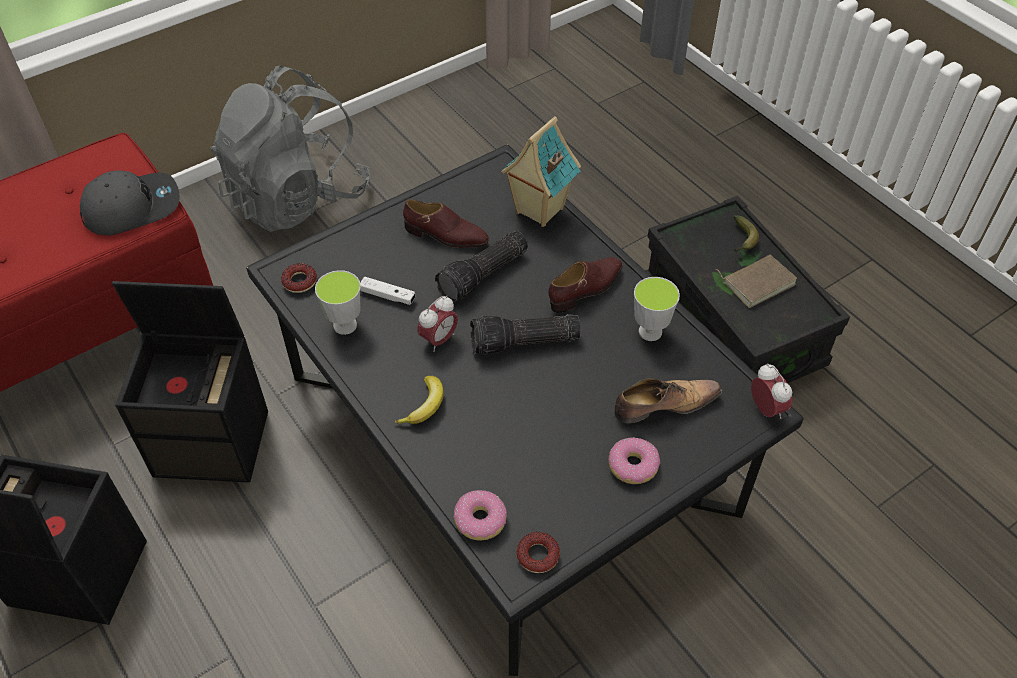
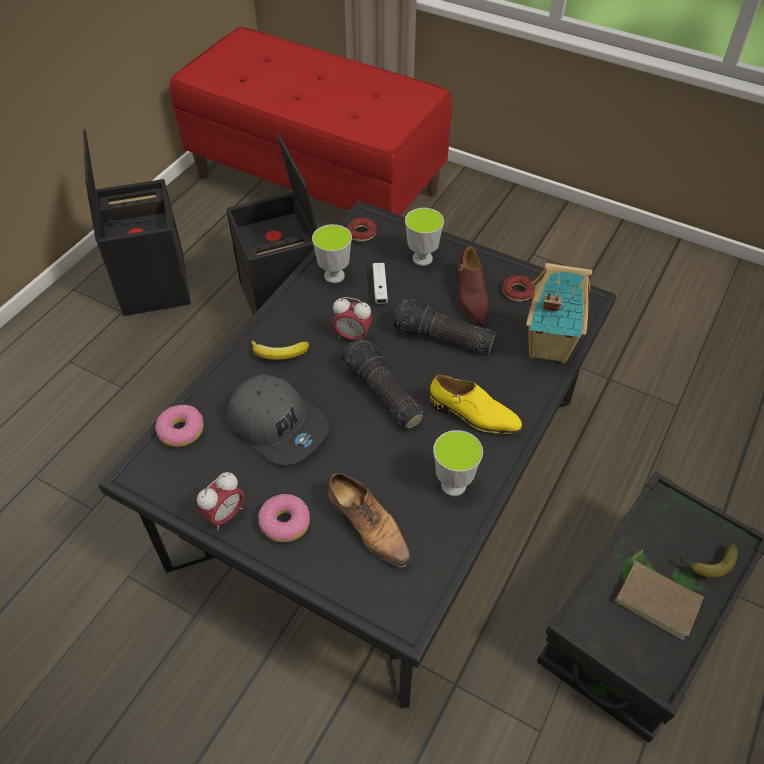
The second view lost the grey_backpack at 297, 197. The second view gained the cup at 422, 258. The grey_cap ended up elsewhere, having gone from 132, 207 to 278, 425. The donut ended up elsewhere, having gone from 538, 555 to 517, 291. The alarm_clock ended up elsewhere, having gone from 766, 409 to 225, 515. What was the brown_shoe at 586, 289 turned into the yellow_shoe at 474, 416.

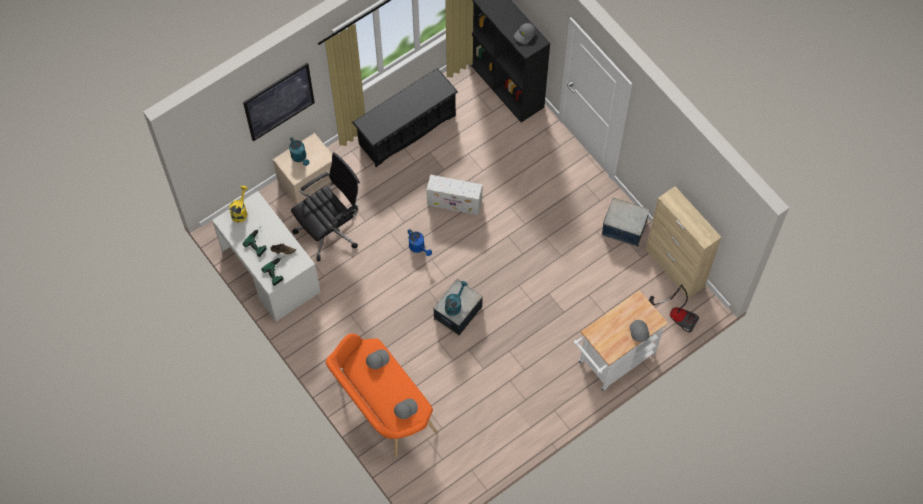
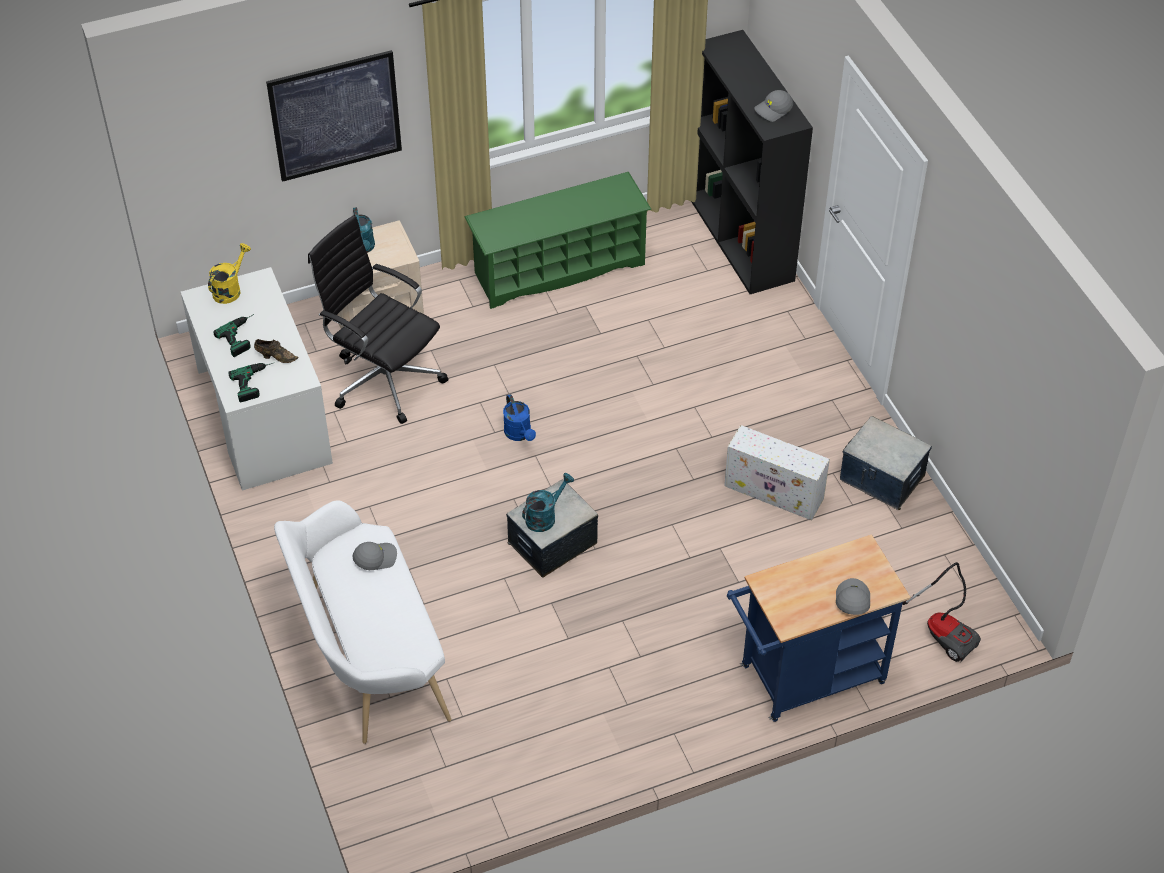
The second view lost the grey_cap at 405, 409. The second view lost the beige_cabinet at 675, 268. The white_storage_box ended up elsewhere, having gone from 455, 202 to 775, 492. What was the orange_bench at 381, 407 turned into the white_bench at 368, 659. What was the black_shoe_rack at 406, 130 turned into the green_shoe_rack at 558, 268. What was the white_cart at 613, 361 turned into the blue_cart at 804, 678. The black_office_chair at 330, 229 ended up facing another way, 120 degrees counterclockwise from before.

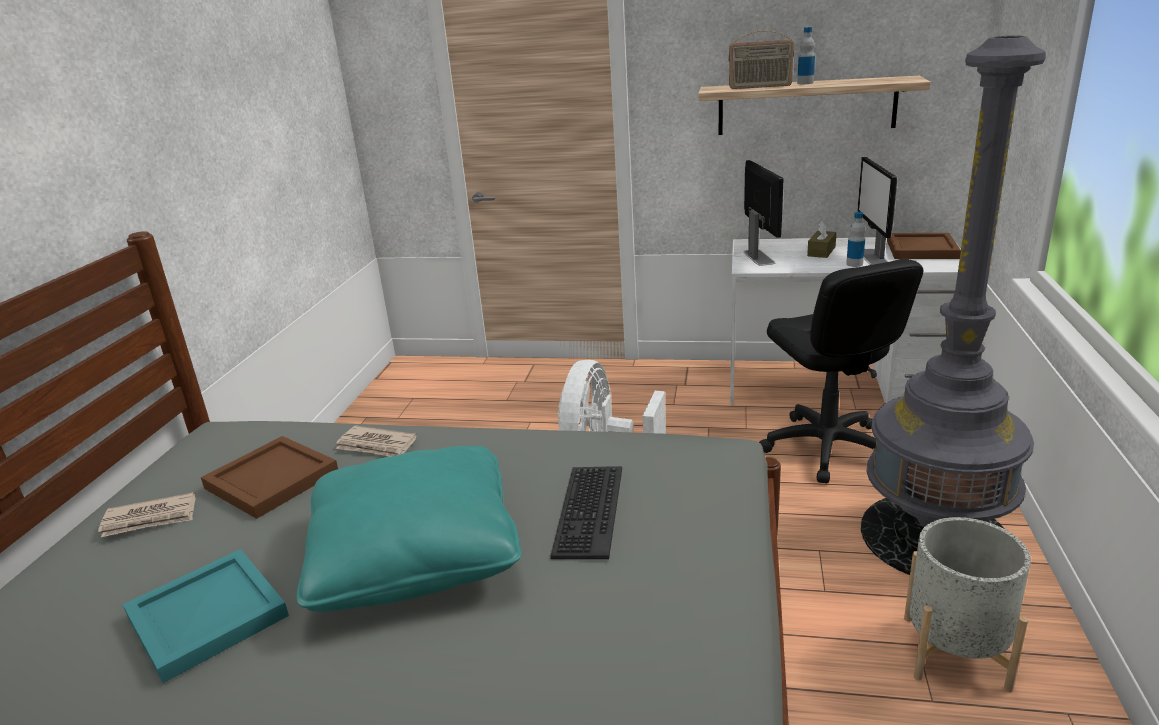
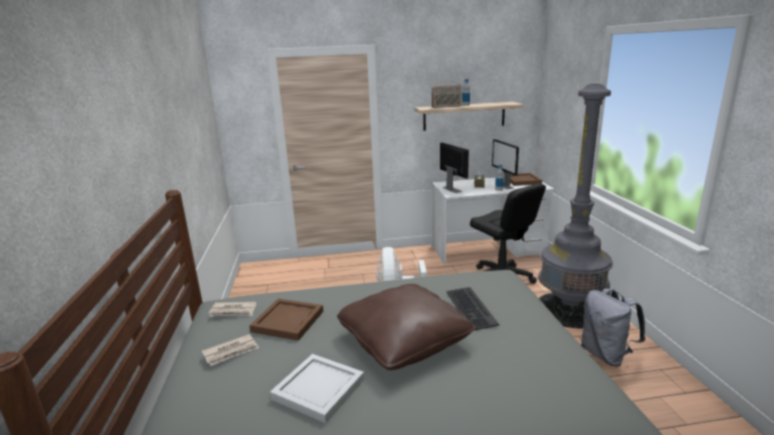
The newspaper ended up elsewhere, having gone from 377, 445 to 233, 311. Where the grey_planter stood at 955, 652, the grey_backpack came to stand at 606, 355. What was the turquoise_tray at 206, 618 turned into the white_tray at 319, 390. What was the turquoise_pillow at 416, 554 turned into the brown_pillow at 404, 340.

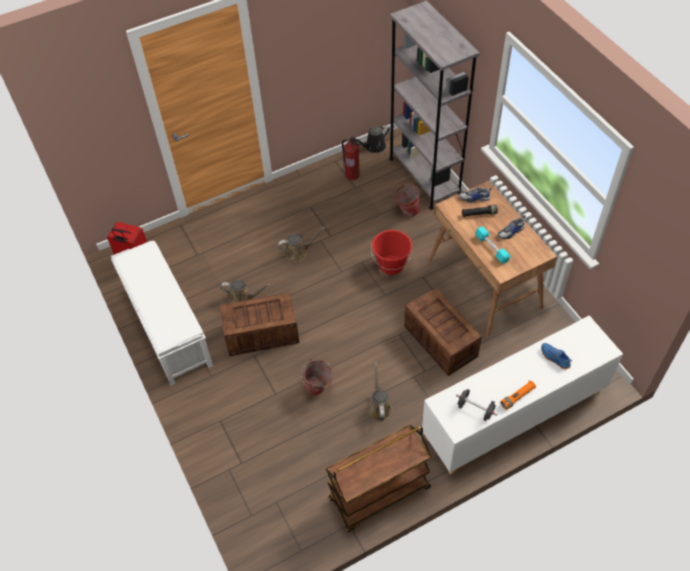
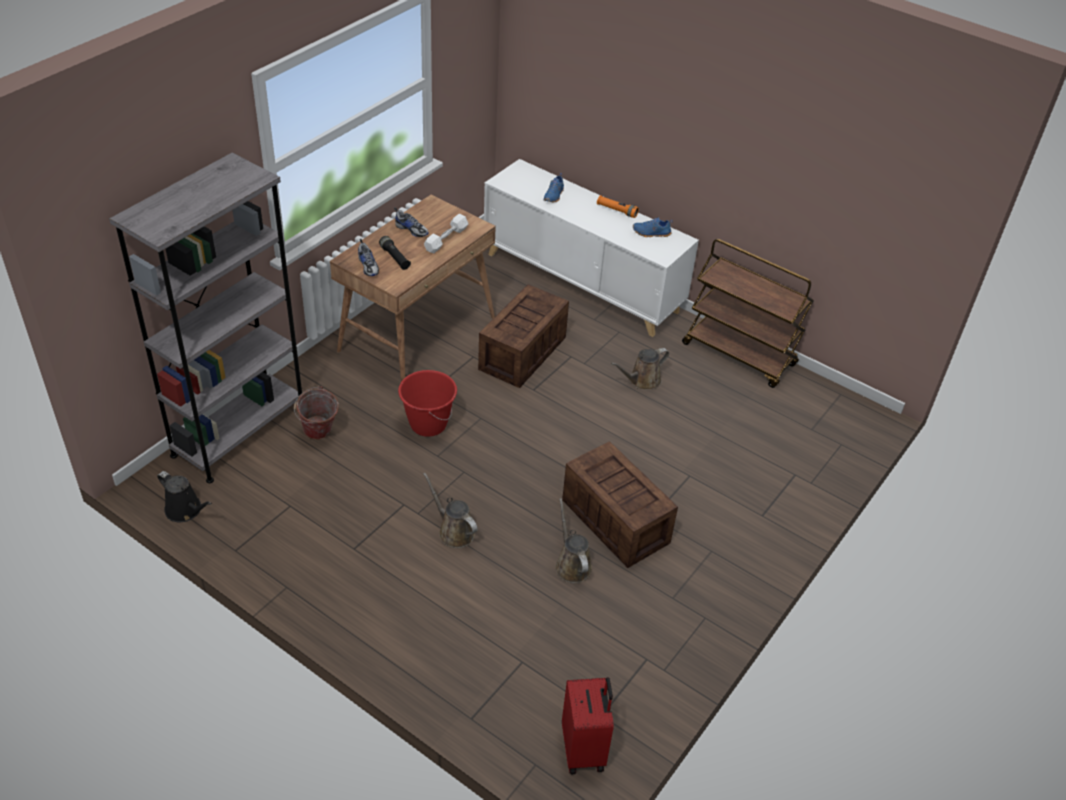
The second view lost the white_bench at 167, 326. The second view lost the bucket at 318, 389. The second view lost the fire_extinguisher at 352, 175. Where the black_dumbbell stood at 475, 409, the blue_shoe came to stand at 651, 233. What was the turquoise_dumbbell at 491, 248 turned into the white_dumbbell at 446, 239.

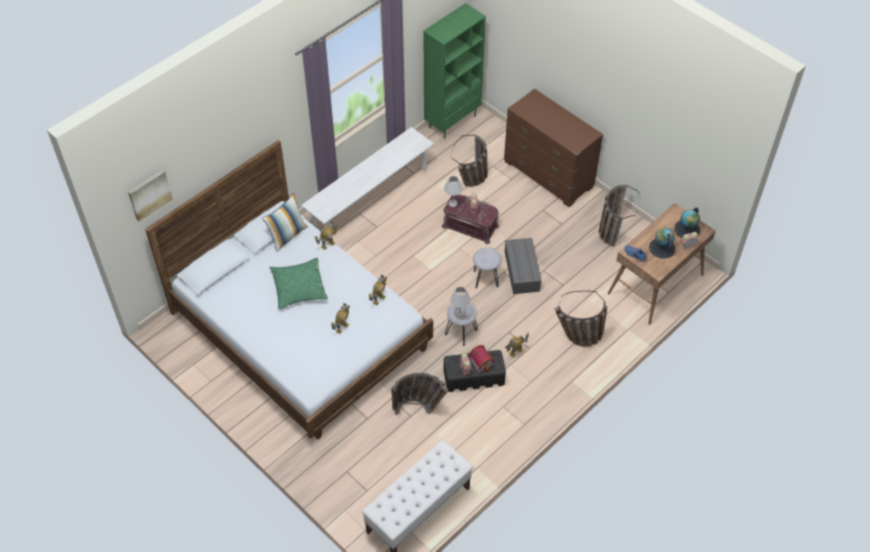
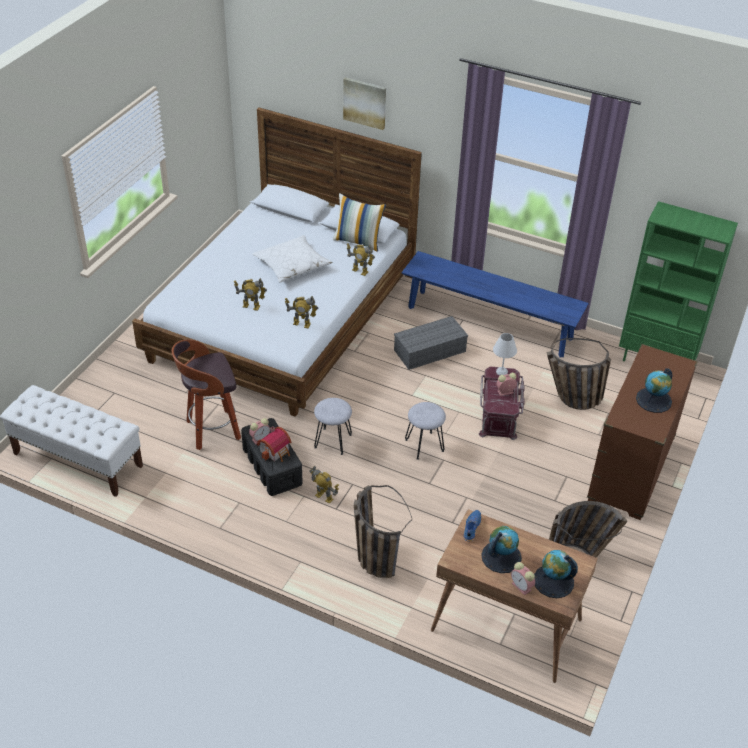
The second view lost the white_table_lamp at 459, 314. The second view gained the globe at 653, 400. The picture ended up elsewhere, having gone from 149, 194 to 365, 102. The grey_storage_box ended up elsewhere, having gone from 522, 272 to 429, 351. Where the basket stood at 420, 409, the stool came to stand at 211, 431. What was the green_pillow at 299, 287 turned into the white_pillow at 292, 265. What was the white_bench at 370, 198 turned into the blue_bench at 489, 323.

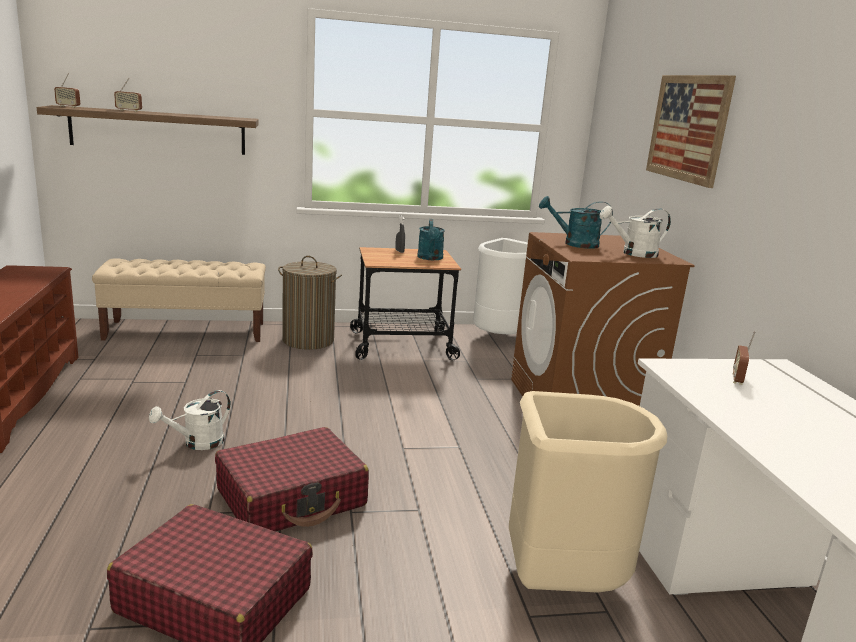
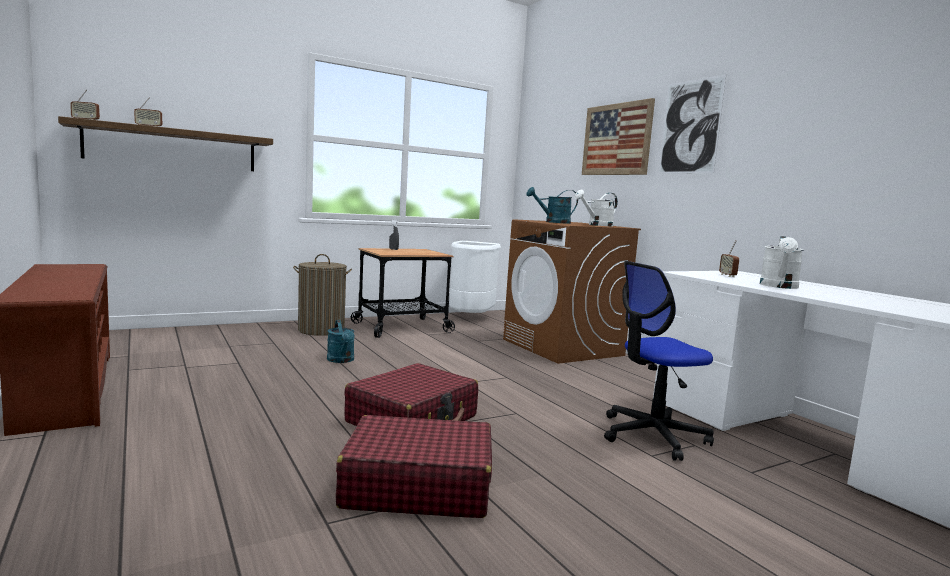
The second view lost the beige_bench at 187, 331. The second view gained the picture at 690, 127. The white_watering_can ended up elsewhere, having gone from 197, 443 to 779, 286. The turquoise_watering_can ended up elsewhere, having gone from 430, 258 to 341, 360. Where the beige_trash_can stood at 562, 582, the office_chair came to stand at 652, 435.

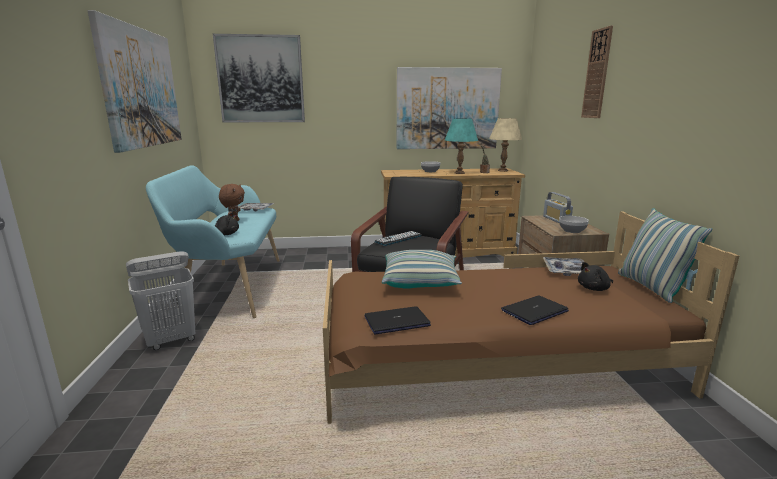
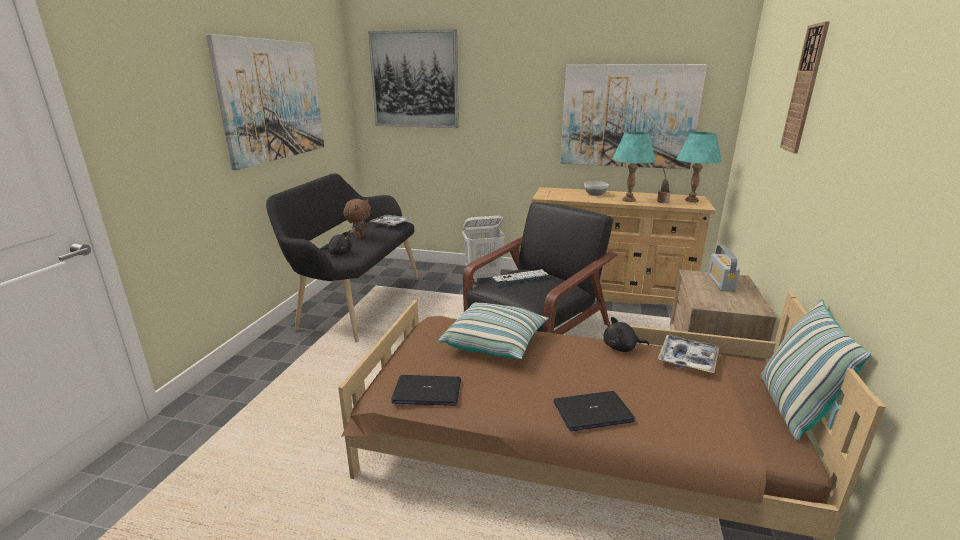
The second view lost the bowl at 572, 231. The white_laundry_basket ended up elsewhere, having gone from 172, 340 to 483, 278. The black_plush_toy ended up elsewhere, having gone from 594, 288 to 621, 348. What was the turquoise_bench at 230, 287 turned into the black_bench at 356, 301. What was the beige_table_lamp at 503, 170 turned into the turquoise_table_lamp at 692, 200.

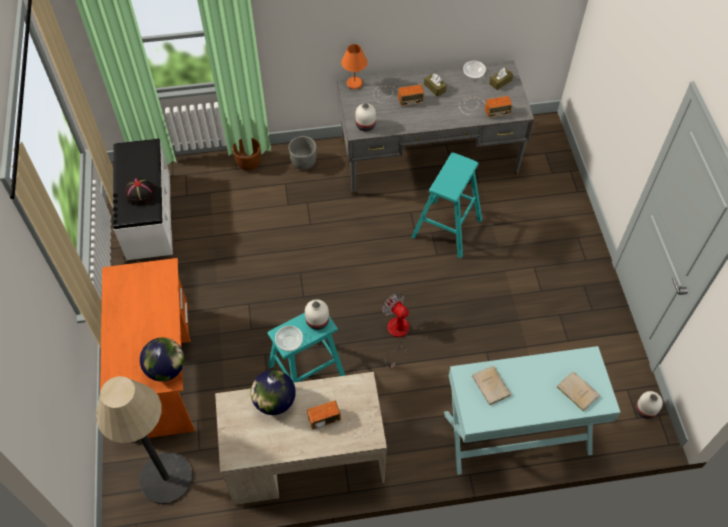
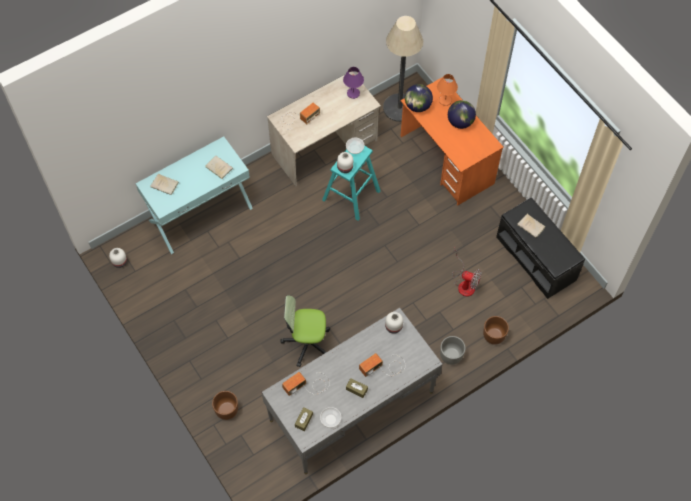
The second view gained the brown_planter at 227, 410. The second view gained the purple_table_lamp at 353, 94. The globe ended up elsewhere, having gone from 275, 401 to 460, 122. The orange_table_lamp ended up elsewhere, having gone from 354, 84 to 445, 100. The fan ended up elsewhere, having gone from 396, 335 to 464, 283. Where the black_hat stood at 140, 194, the beige_book came to stand at 531, 226. Where the turquoise_stool stood at 446, 229, the office_chair came to stand at 307, 342. What was the white_bench at 148, 216 turned into the black_bench at 536, 258.

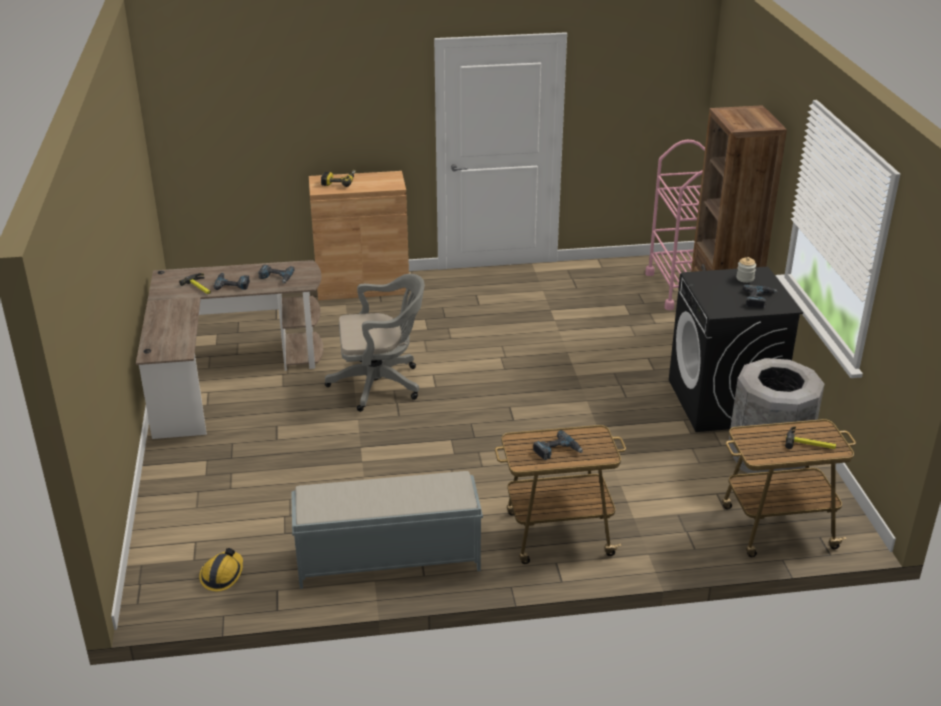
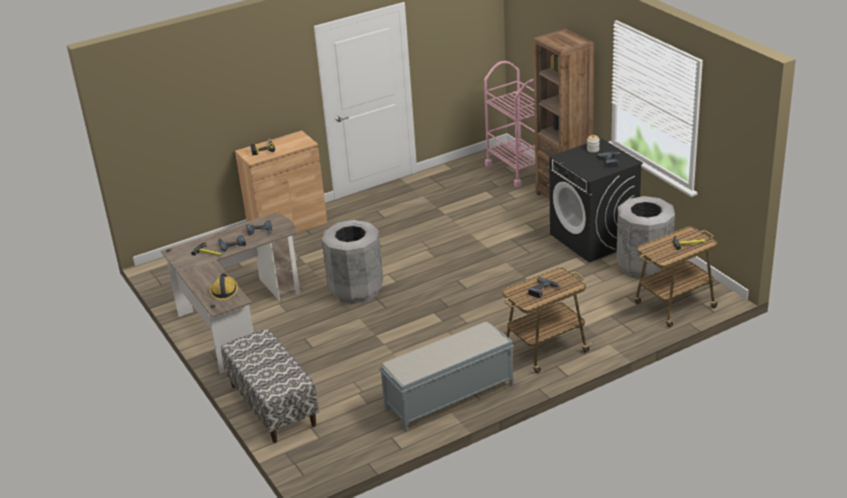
The second view gained the bench at 272, 405. The hard_hat ended up elsewhere, having gone from 222, 575 to 224, 291. Where the grey_office_chair stood at 381, 384, the grey_trash_can came to stand at 356, 290.

